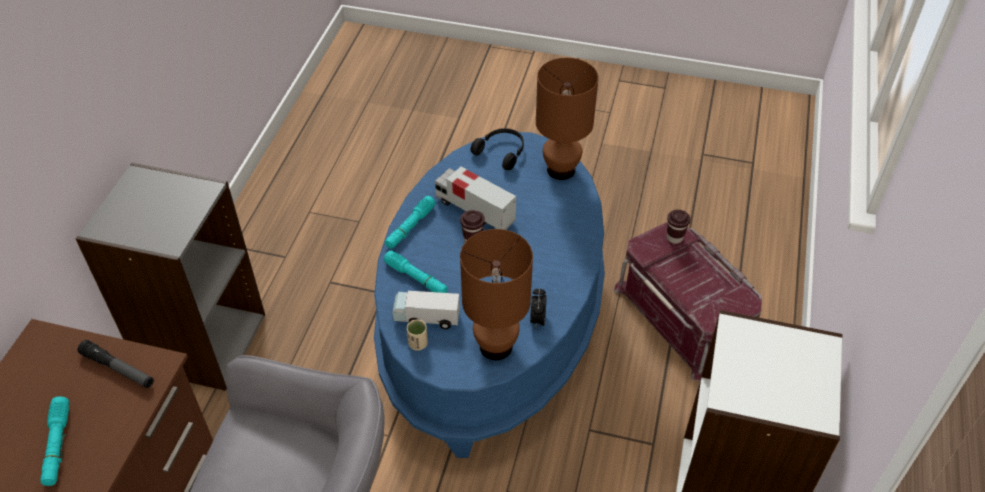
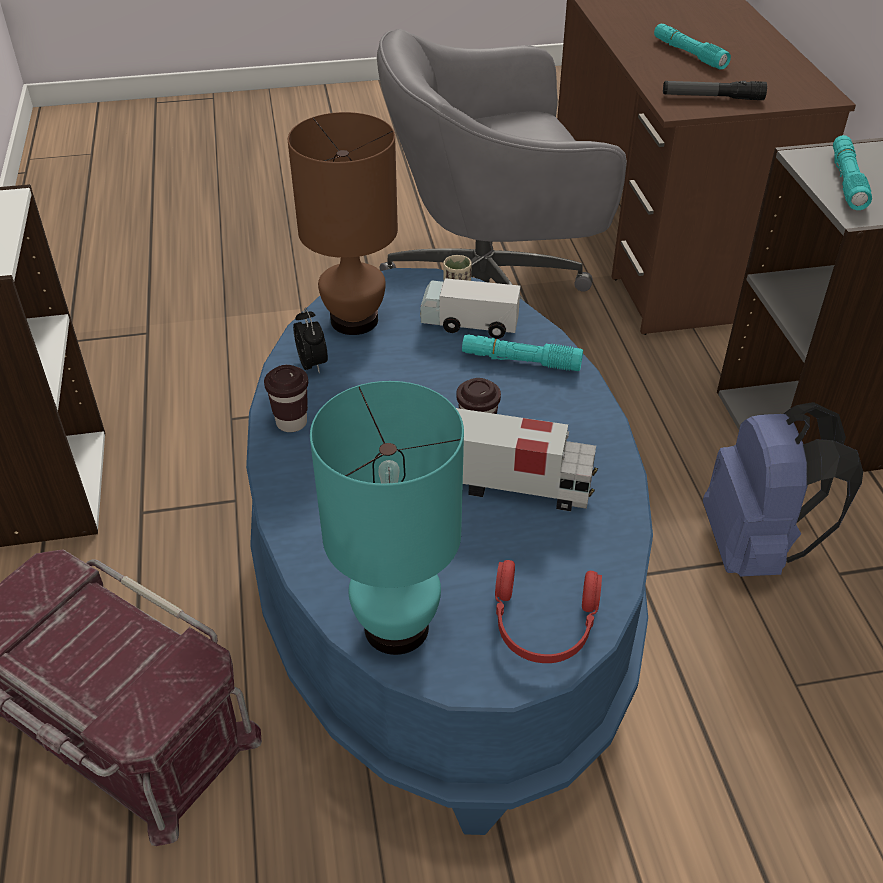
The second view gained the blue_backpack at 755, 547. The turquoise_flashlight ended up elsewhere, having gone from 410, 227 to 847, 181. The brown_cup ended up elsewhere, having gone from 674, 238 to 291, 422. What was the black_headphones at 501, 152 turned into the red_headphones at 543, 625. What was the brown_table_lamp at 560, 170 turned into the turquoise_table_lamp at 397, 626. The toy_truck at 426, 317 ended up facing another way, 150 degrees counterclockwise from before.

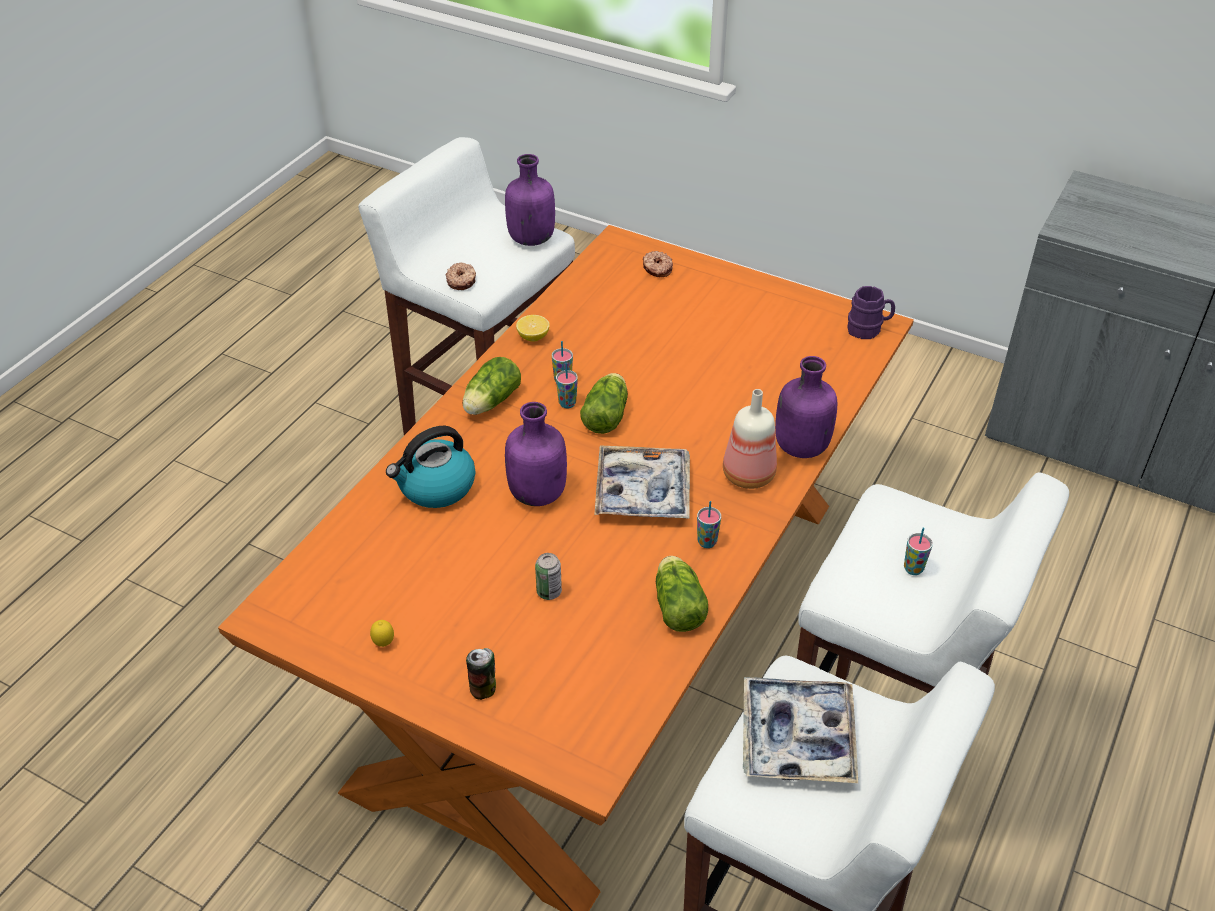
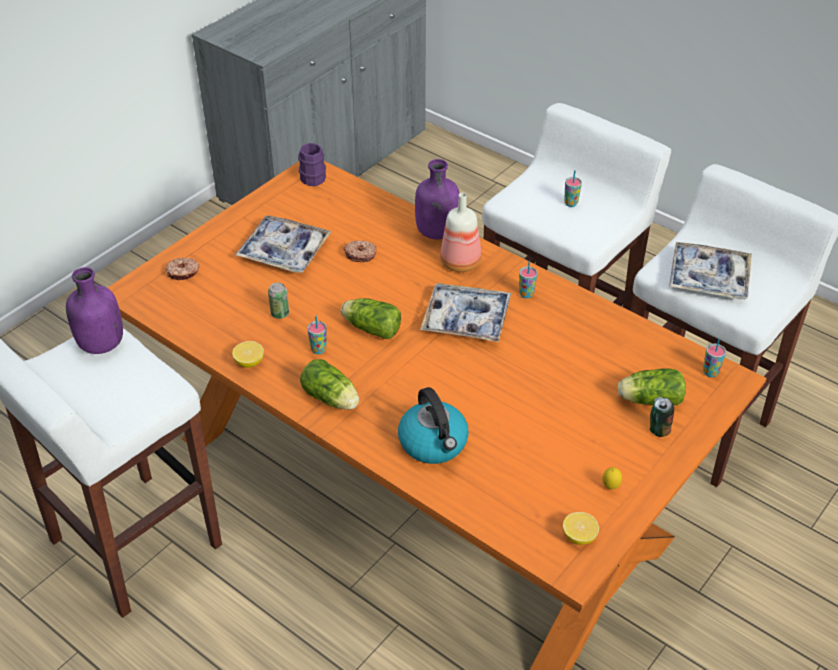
The second view lost the purple_bottle at 538, 493. The second view gained the tray at 284, 251. The second view gained the lemon at 579, 536. The donut ended up elsewhere, having gone from 462, 281 to 360, 254. The can ended up elsewhere, having gone from 549, 592 to 280, 314. The cup ended up elsewhere, having gone from 567, 403 to 710, 372. The lettuce ended up elsewhere, having gone from 678, 605 to 648, 399.

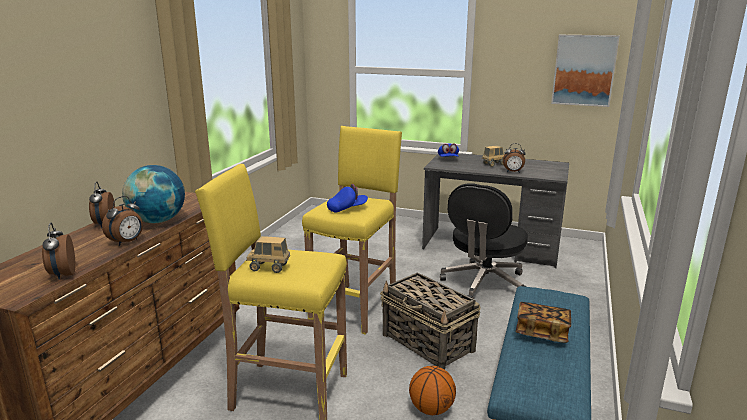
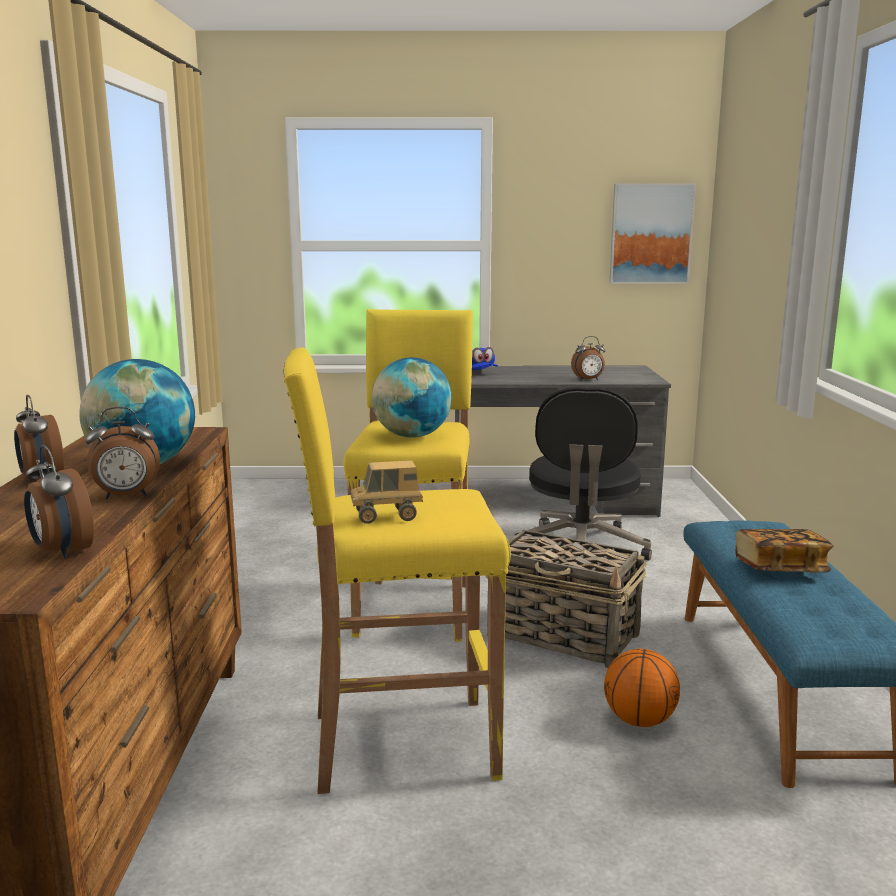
The second view lost the toy_truck at 494, 164. Where the blue_cap stood at 347, 208, the globe came to stand at 412, 436. The alarm_clock at 127, 242 ended up facing another way, 60 degrees clockwise from before.

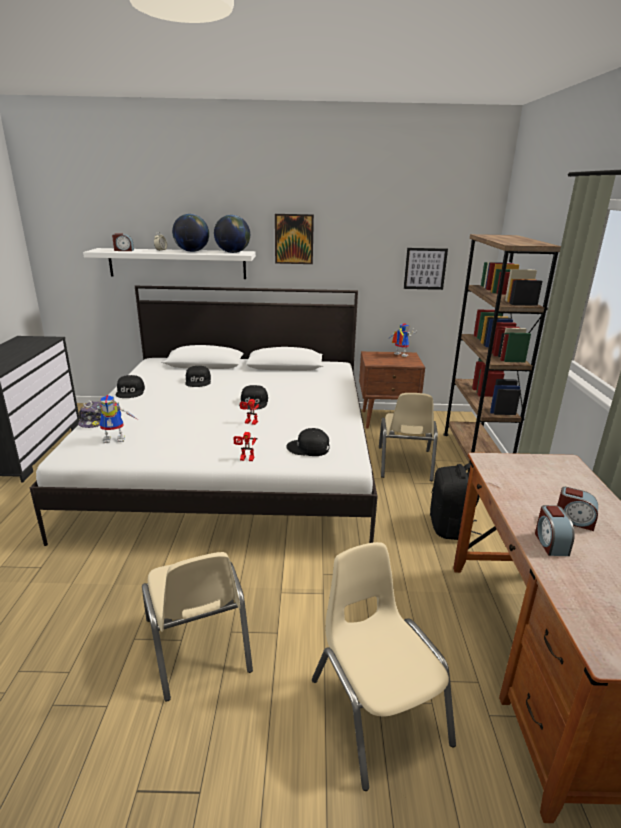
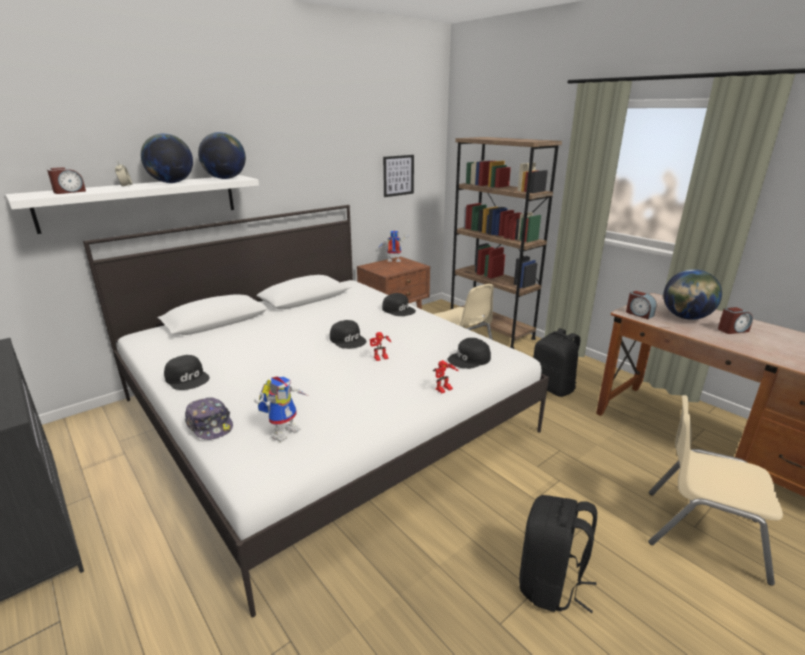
The second view lost the picture at 294, 239. The second view gained the globe at 686, 317. The black_cap ended up elsewhere, having gone from 198, 381 to 399, 310. The alarm_clock ended up elsewhere, having gone from 550, 543 to 639, 314. Where the beige_chair stood at 198, 644, the black_backpack came to stand at 550, 584.

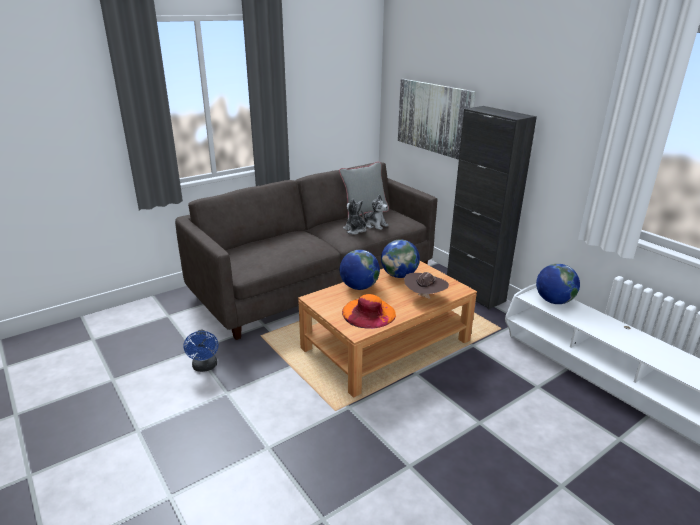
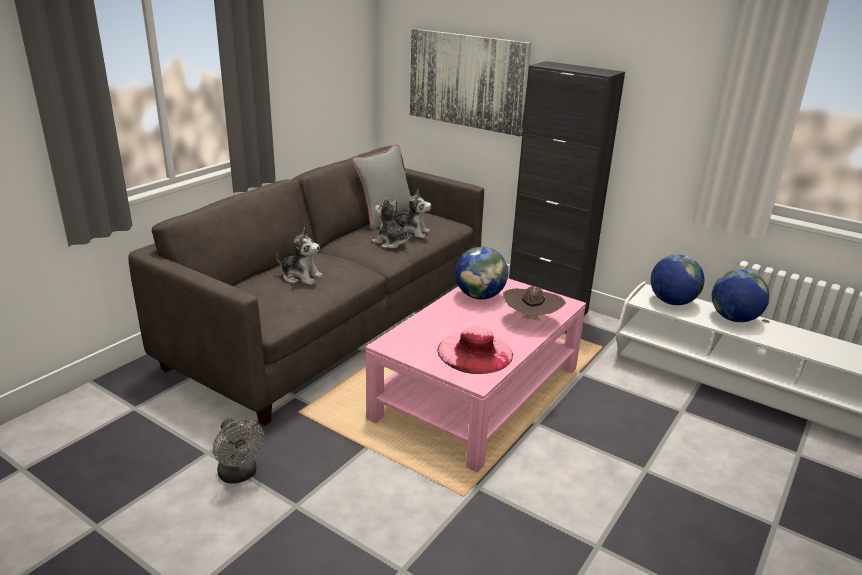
The second view gained the plush_toy at 301, 277. The globe ended up elsewhere, having gone from 359, 287 to 733, 318. What was the blue_fan at 205, 367 turned into the grey_fan at 240, 475. What was the brown_coffee_table at 386, 344 turned into the pink_coffee_table at 478, 392. What was the orange_hat at 368, 313 turned into the pink_hat at 475, 352.

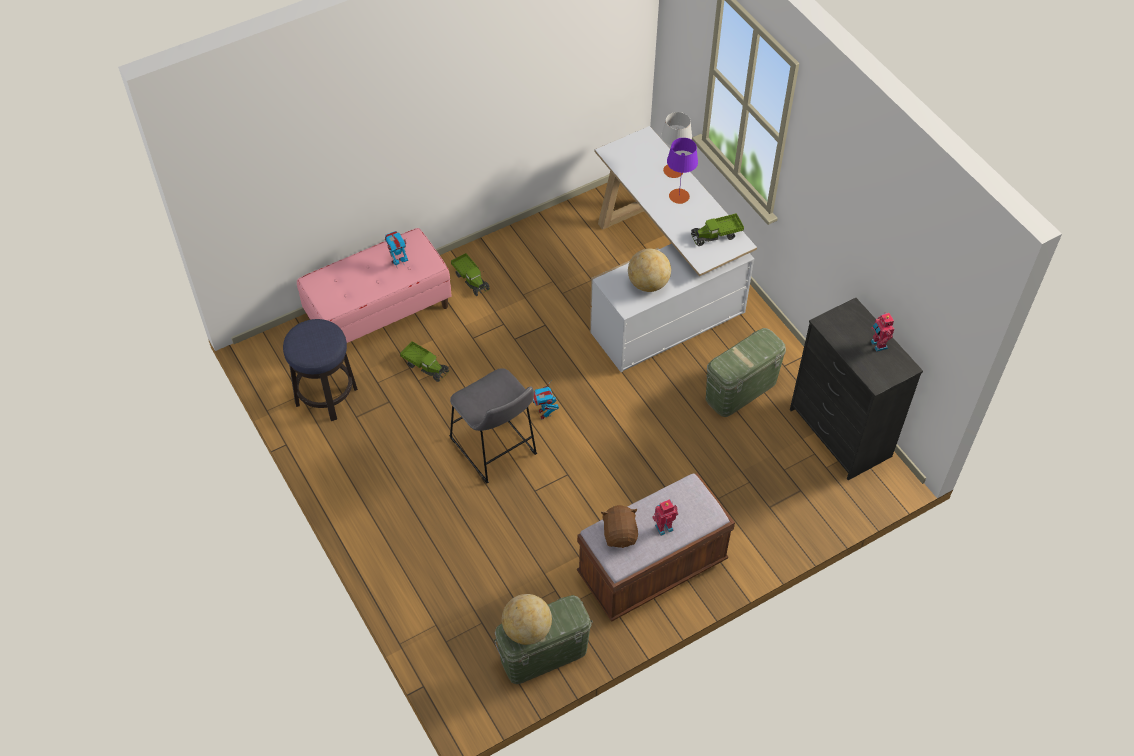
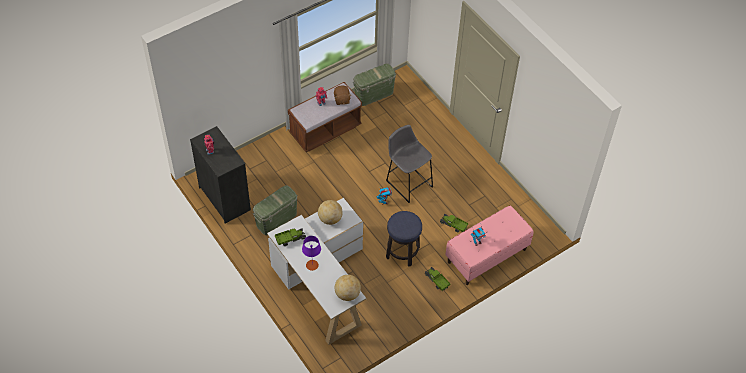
The second view lost the grey_table_lamp at 673, 170. The stool ended up elsewhere, having gone from 326, 396 to 402, 252. The globe ended up elsewhere, having gone from 527, 630 to 347, 294.

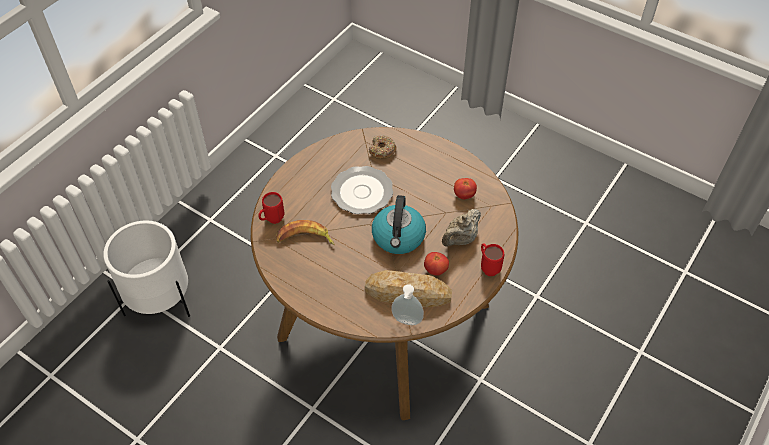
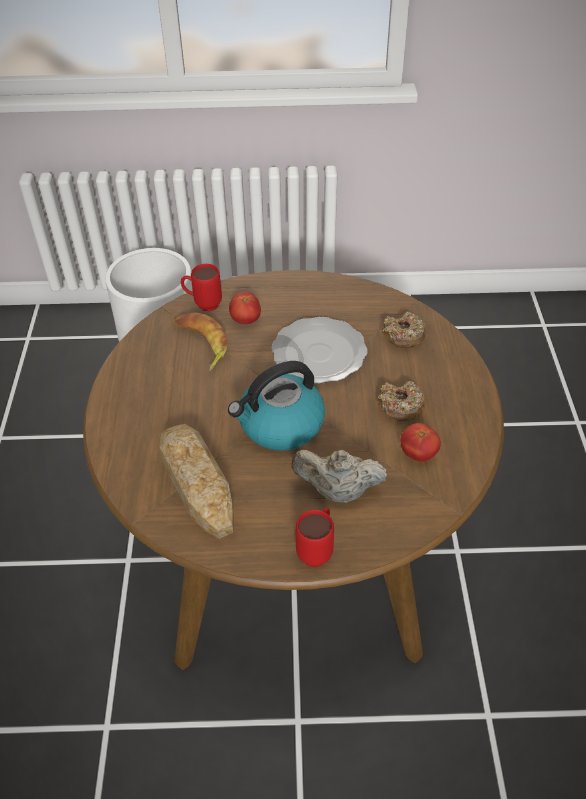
The second view lost the soap_dispenser at 406, 322. The second view gained the donut at 400, 406. The tomato ended up elsewhere, having gone from 435, 270 to 245, 320.

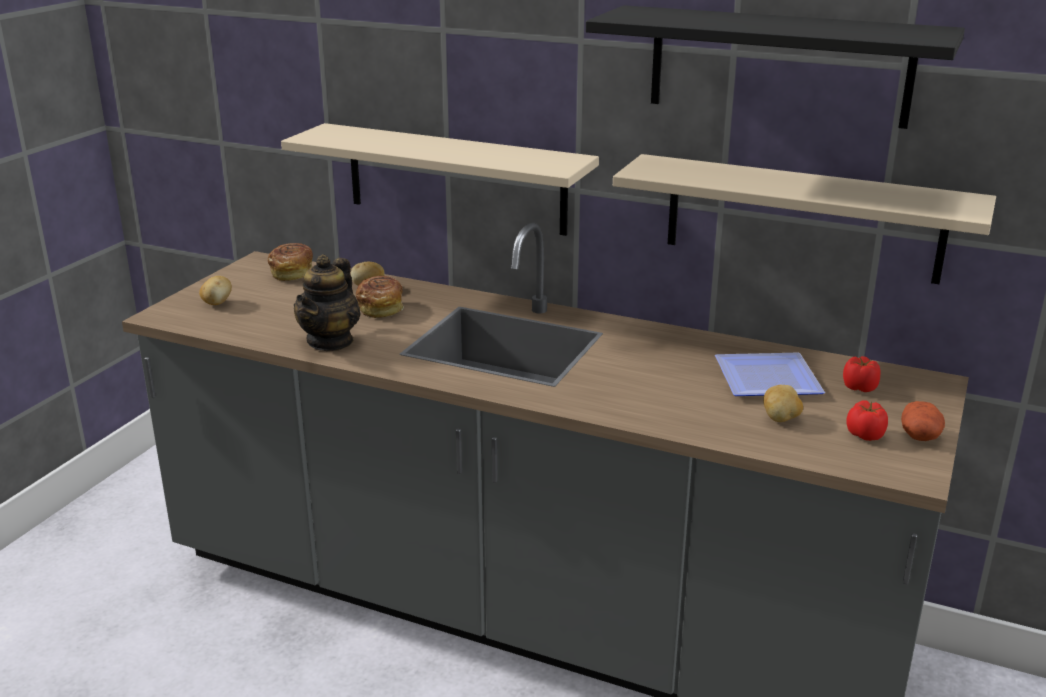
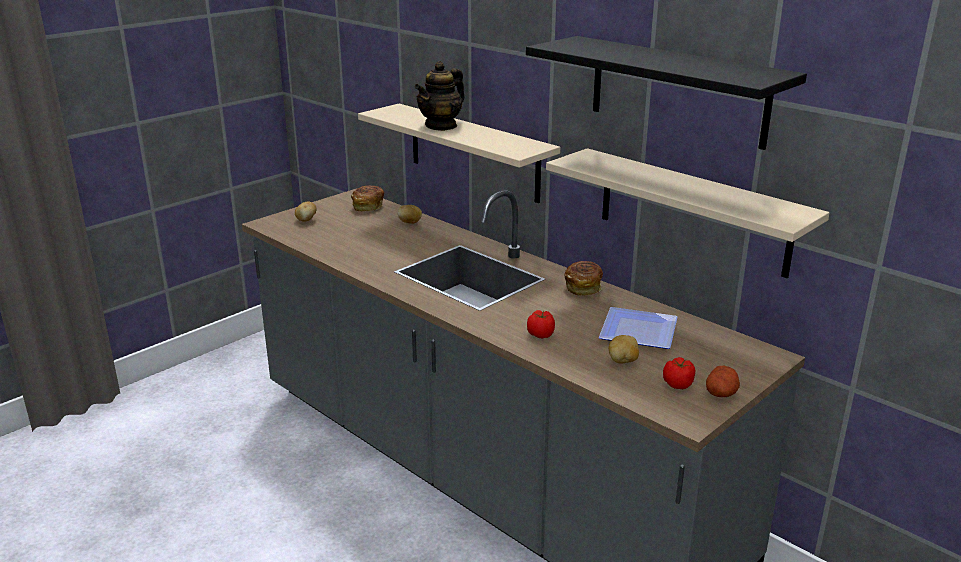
The teapot ended up elsewhere, having gone from 330, 341 to 441, 126. The bread ended up elsewhere, having gone from 381, 308 to 583, 287. The tomato ended up elsewhere, having gone from 859, 387 to 541, 334.

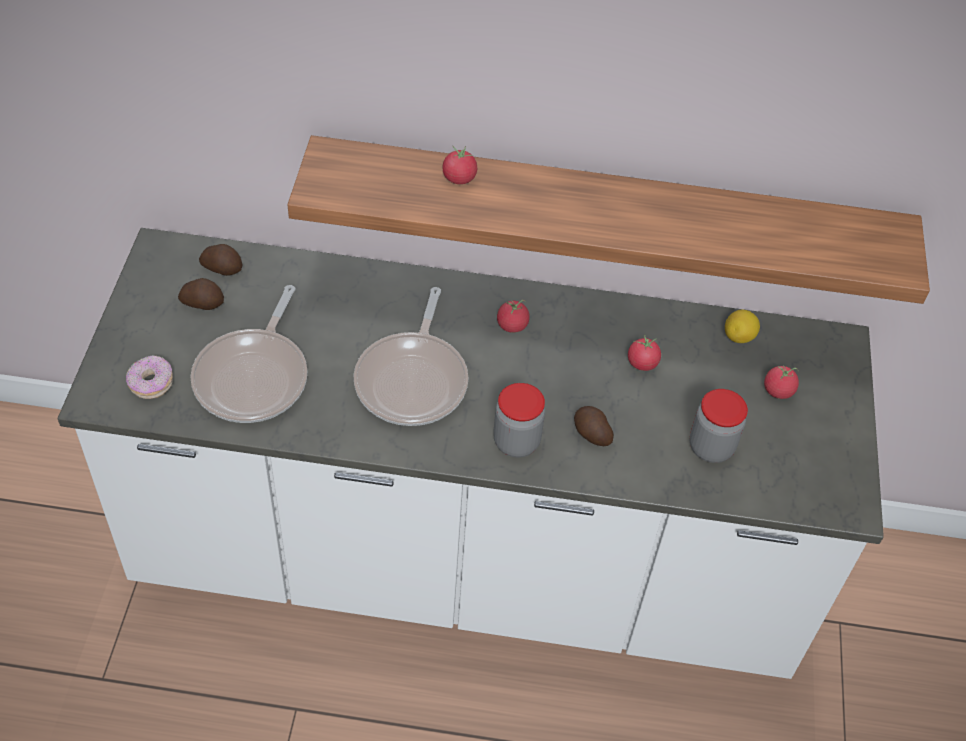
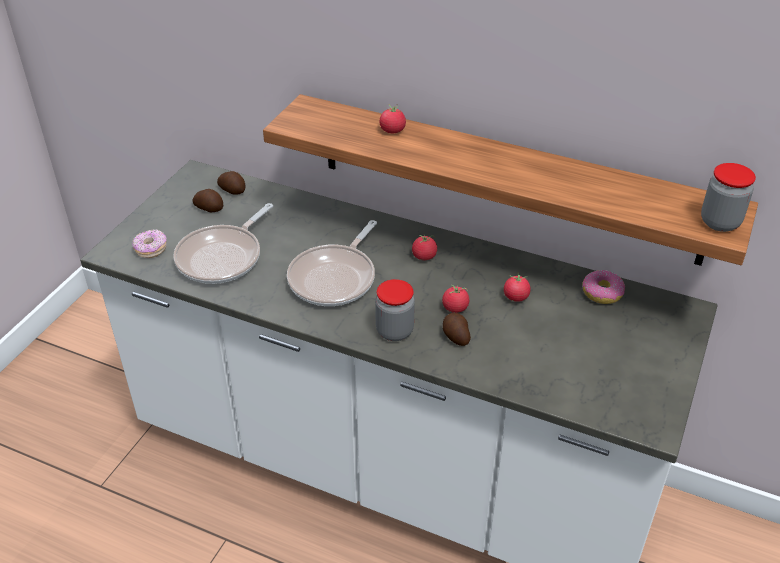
The jar ended up elsewhere, having gone from 711, 447 to 720, 222. The tomato ended up elsewhere, having gone from 778, 391 to 455, 308. Where the lemon stood at 739, 337, the donut came to stand at 602, 293.

